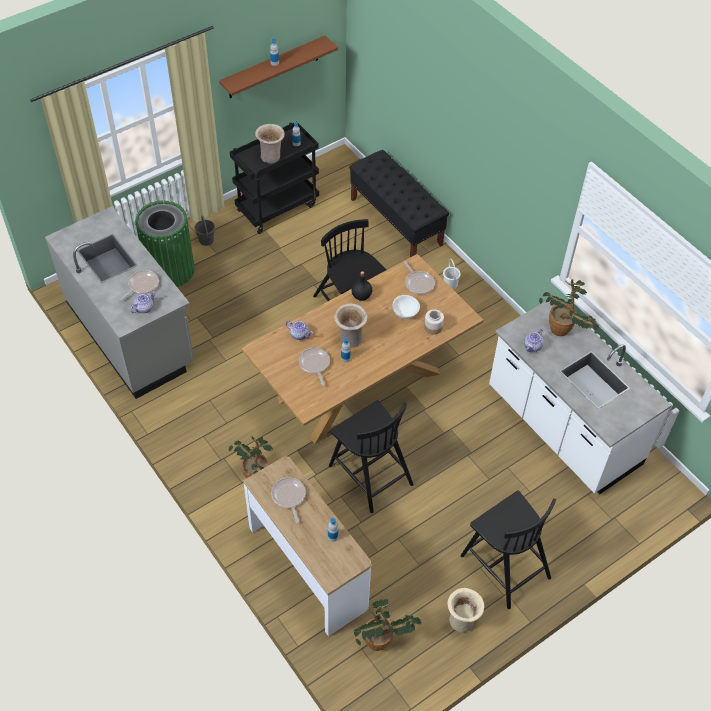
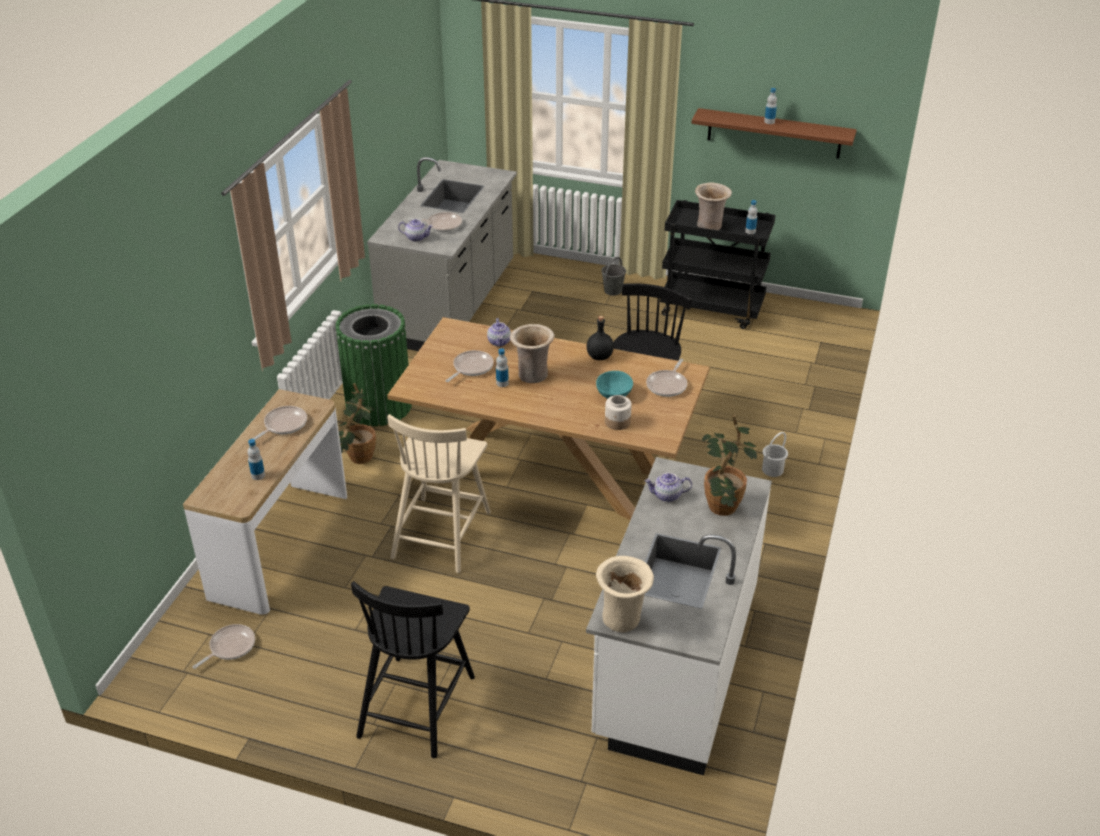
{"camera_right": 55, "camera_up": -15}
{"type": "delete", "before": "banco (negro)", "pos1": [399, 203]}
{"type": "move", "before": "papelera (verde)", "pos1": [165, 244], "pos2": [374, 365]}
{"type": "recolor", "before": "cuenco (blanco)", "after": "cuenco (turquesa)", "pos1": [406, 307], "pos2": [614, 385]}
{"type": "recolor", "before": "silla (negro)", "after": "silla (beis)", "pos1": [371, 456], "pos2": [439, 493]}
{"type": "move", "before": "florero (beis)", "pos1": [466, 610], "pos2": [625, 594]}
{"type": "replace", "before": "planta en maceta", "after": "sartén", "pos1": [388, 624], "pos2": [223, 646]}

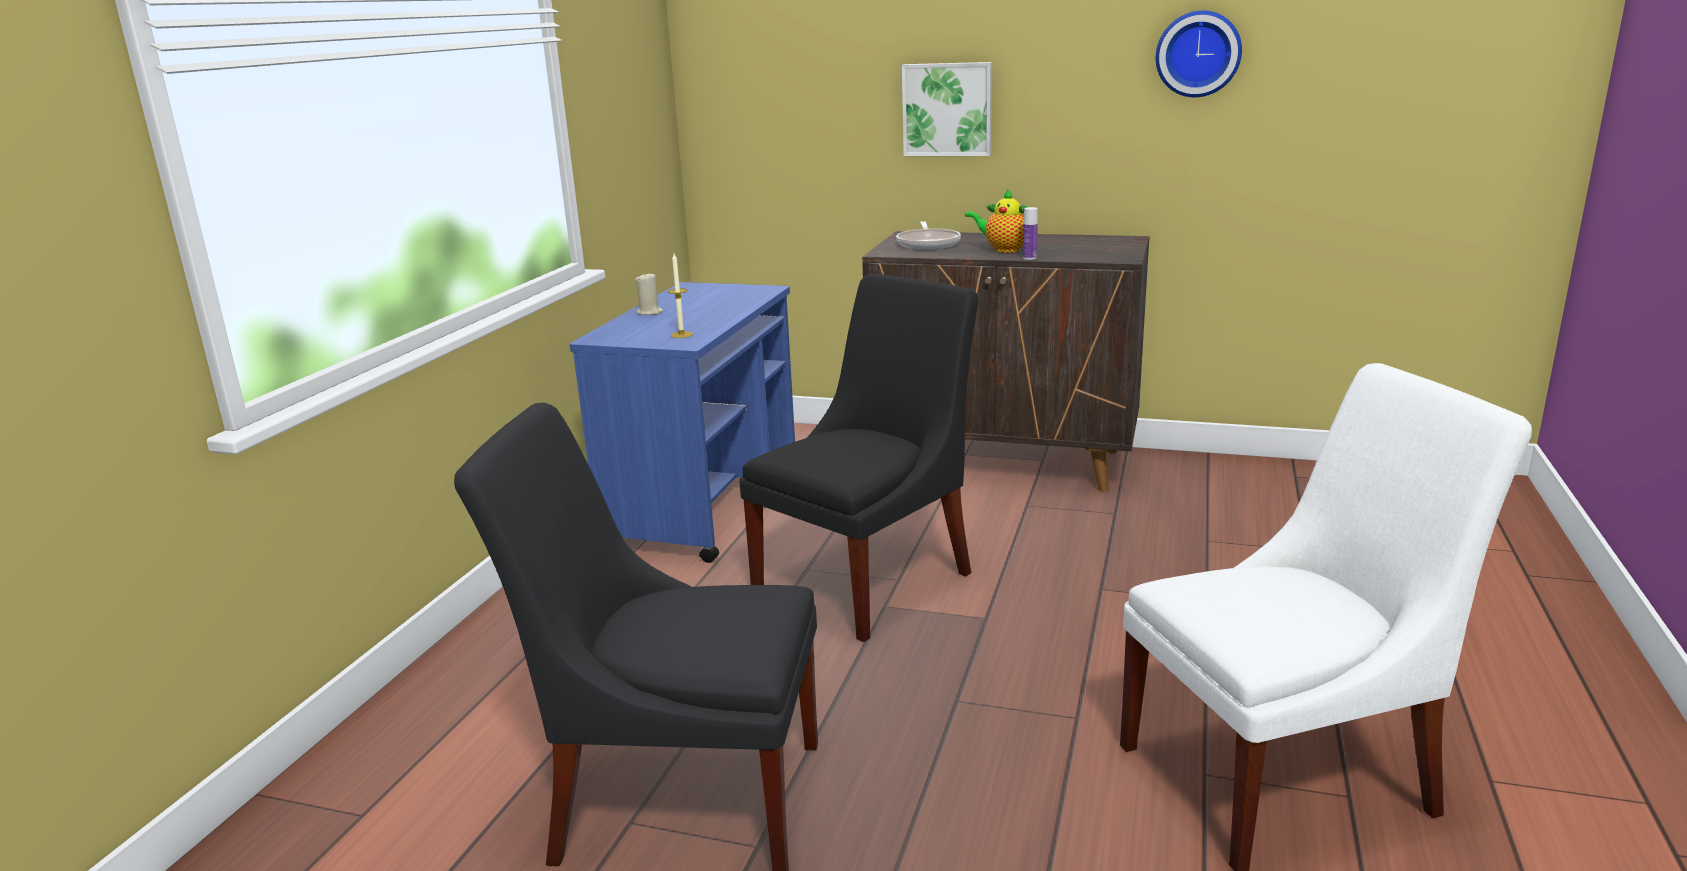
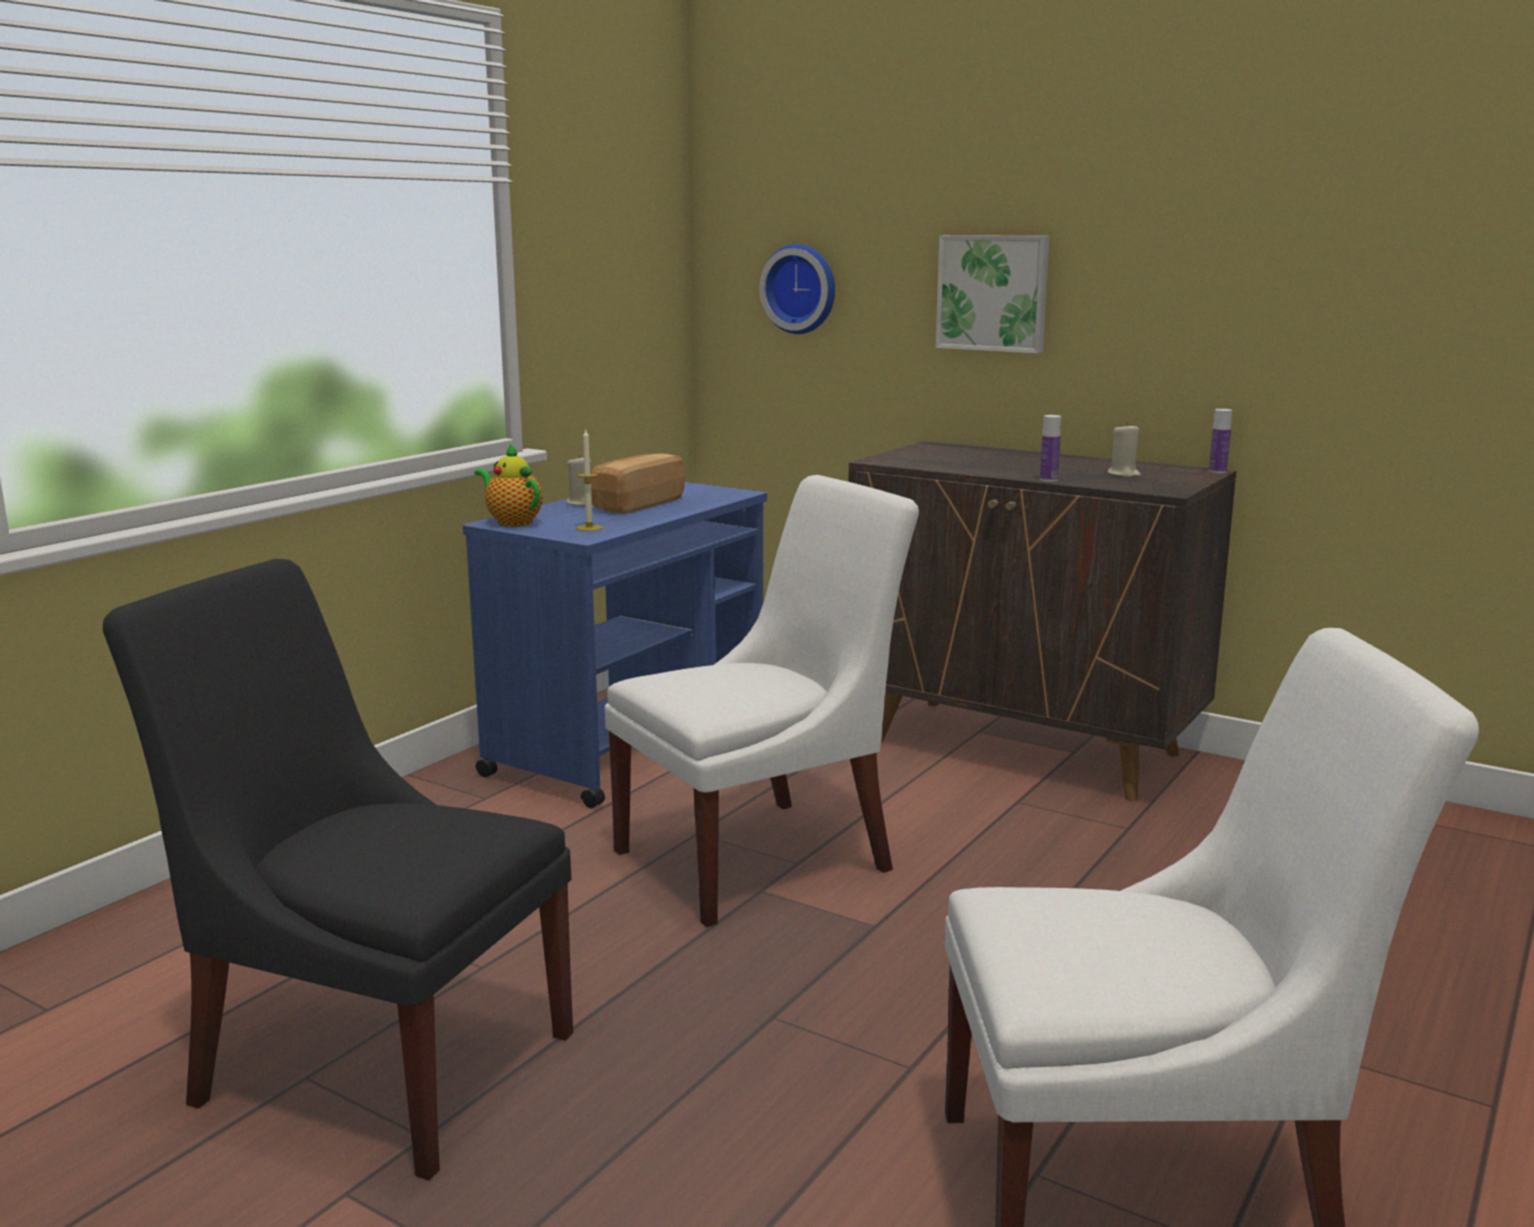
{"camera_right": 15, "camera_up": -5}
{"type": "move", "before": "reloj de pared", "pos1": [1199, 53], "pos2": [797, 289]}
{"type": "move", "before": "tetera", "pos1": [996, 220], "pos2": [508, 485]}
{"type": "delete", "before": "sartén", "pos1": [928, 235]}
{"type": "recolor", "before": "silla (negro)", "after": "silla (blanco)", "pos1": [859, 457], "pos2": [762, 701]}
{"type": "insert", "after": "botella", "pos2": [1220, 441]}
{"type": "insert", "after": "vela (beis)", "pos2": [1124, 449]}
{"type": "insert", "after": "pan", "pos2": [638, 484]}

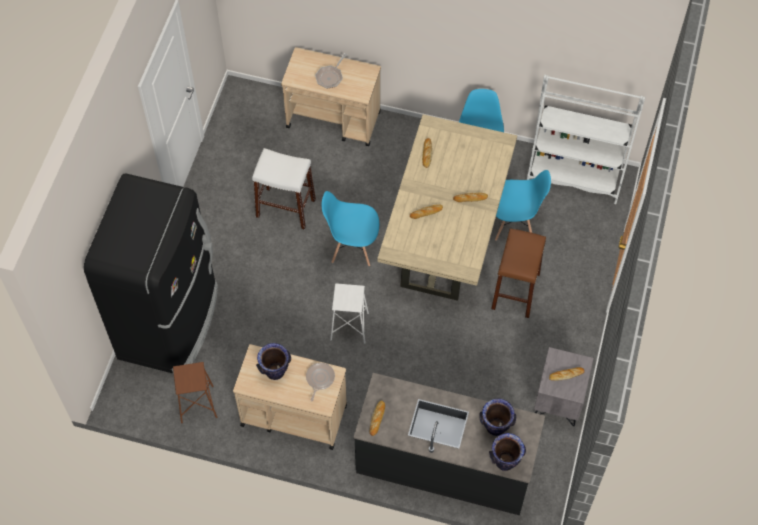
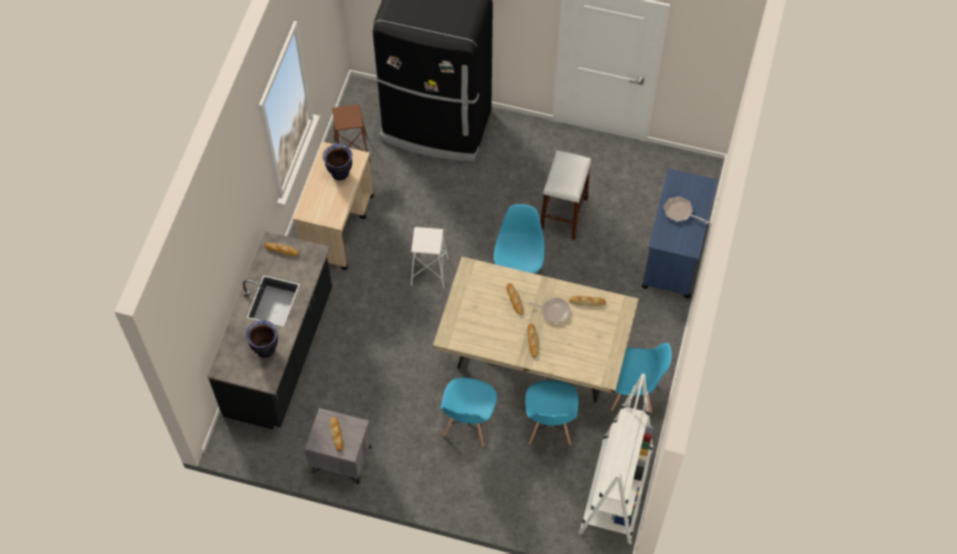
{"camera_right": 90, "camera_up": 0}
{"type": "recolor", "before": "carrito (beis)", "after": "carrito (azul)", "pos1": [331, 96], "pos2": [679, 233]}
{"type": "replace", "before": "taburete (marrón)", "after": "silla (azul)", "pos1": [518, 273], "pos2": [469, 412]}
{"type": "move", "before": "sartén", "pos1": [320, 382], "pos2": [549, 310]}
{"type": "delete", "before": "florero", "pos1": [507, 452]}

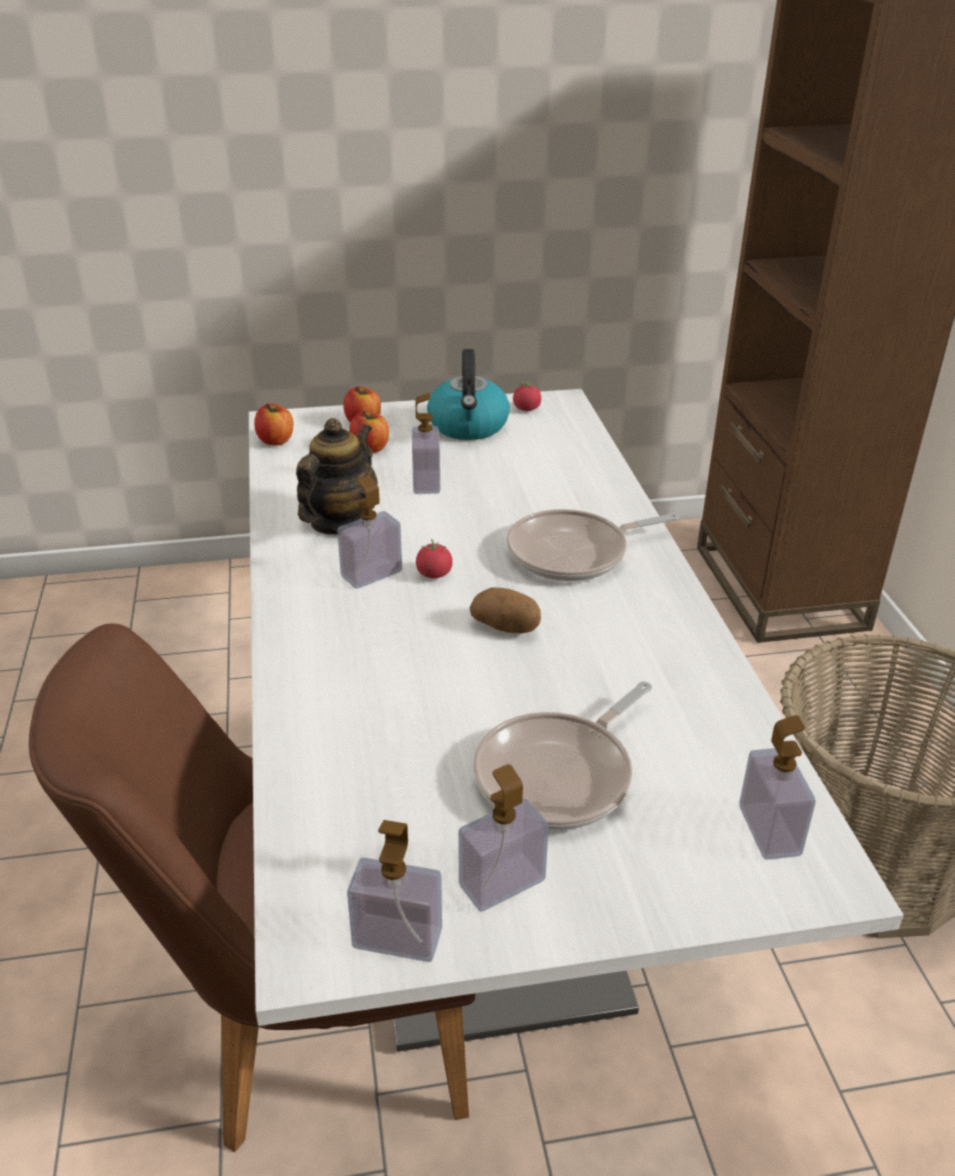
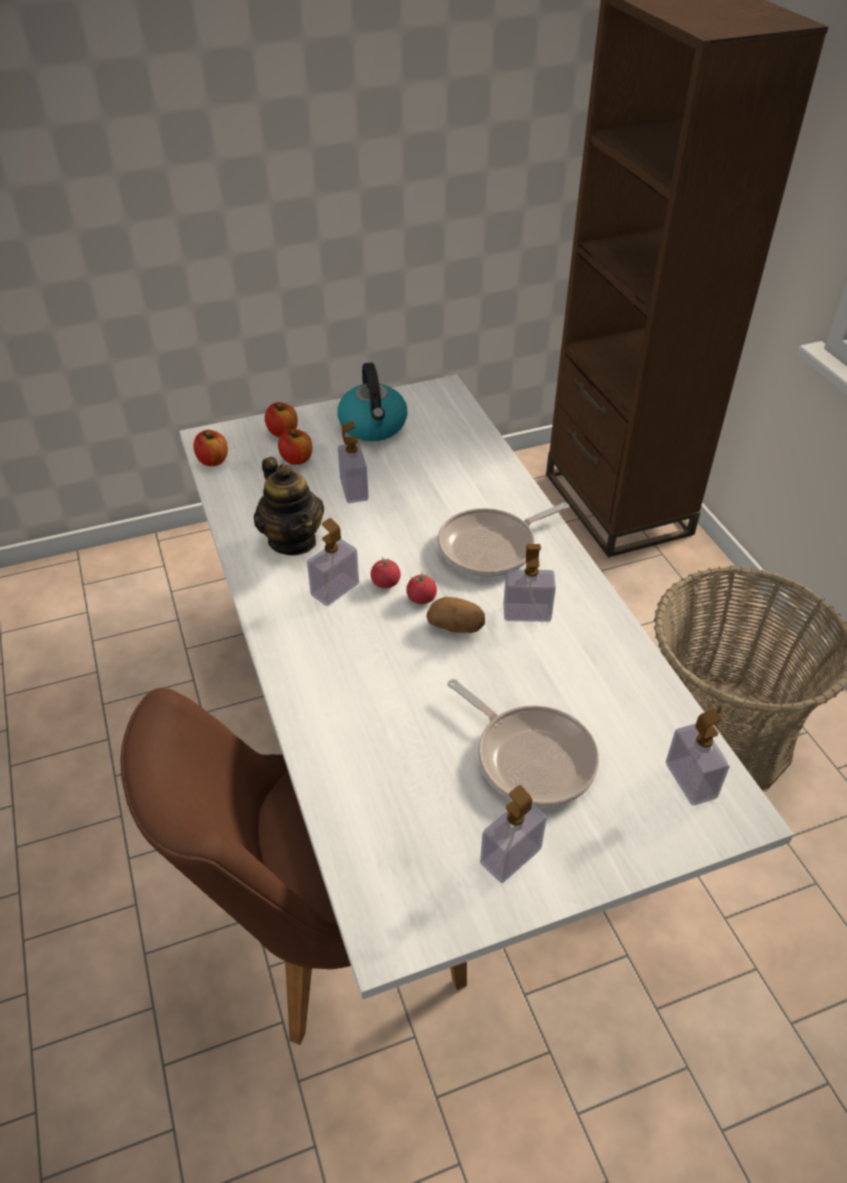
{"camera_right": -10, "camera_up": 10}
{"type": "move", "before": "tomate", "pos1": [527, 395], "pos2": [421, 588]}
{"type": "rotate", "before": "tetera", "pos1": [337, 476], "pos2": [289, 506], "turn": 135}
{"type": "rotate", "before": "sartén", "pos1": [563, 755], "pos2": [523, 743], "turn": -75}
{"type": "move", "before": "dispensador de jabón", "pos1": [394, 891], "pos2": [529, 583]}

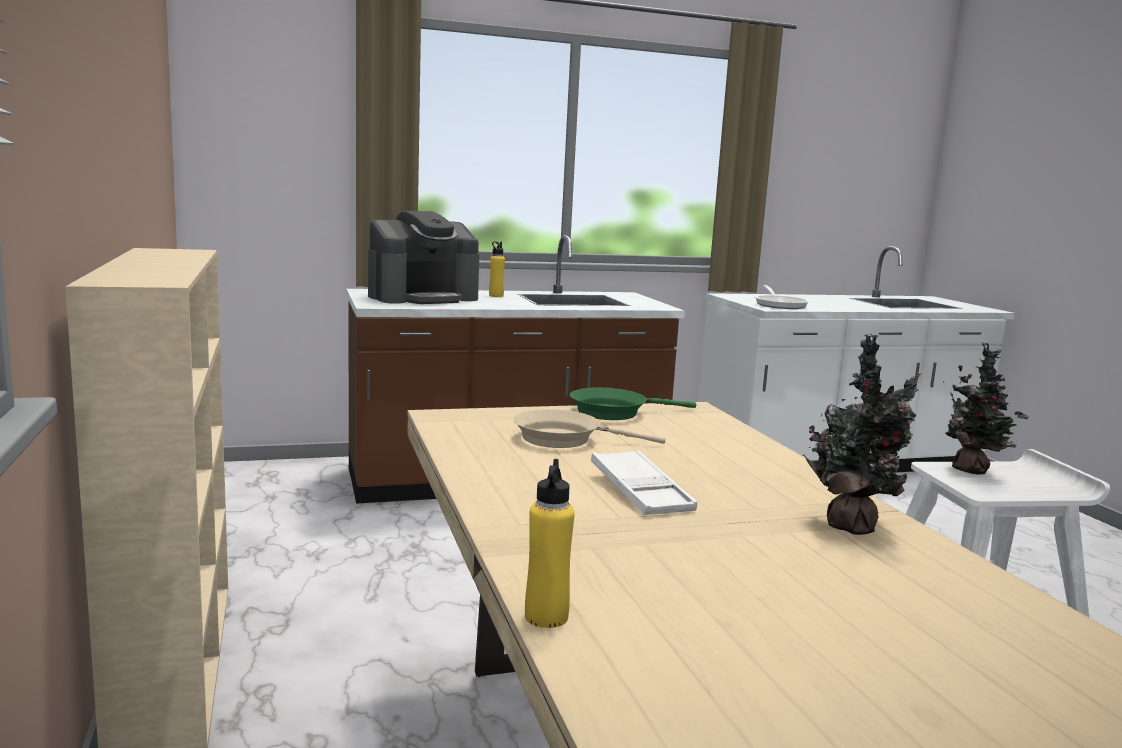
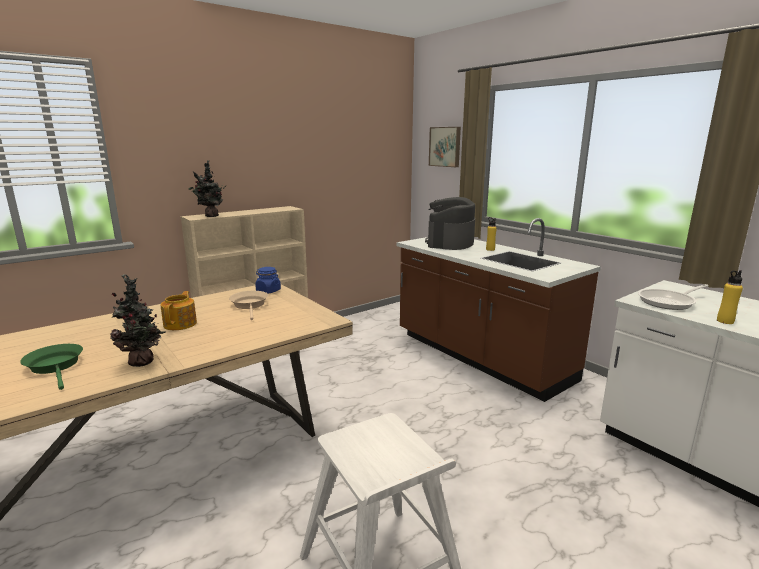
{"camera_right": 70, "camera_up": 5}
{"type": "rotate", "before": "cafetera", "pos1": [424, 257], "pos2": [450, 223], "turn": 75}
{"type": "move", "before": "planta en maceta", "pos1": [986, 408], "pos2": [207, 188]}
{"type": "move", "before": "sartén (verde)", "pos1": [633, 403], "pos2": [51, 367]}
{"type": "replace", "before": "bandeja (blanco)", "after": "tetera", "pos1": [644, 482], "pos2": [178, 310]}
{"type": "move", "before": "botella (amarillo)", "pos1": [549, 543], "pos2": [730, 297]}
{"type": "insert", "after": "cuadro", "pos2": [445, 147]}
{"type": "insert", "after": "tarro (azul)", "pos2": [268, 280]}

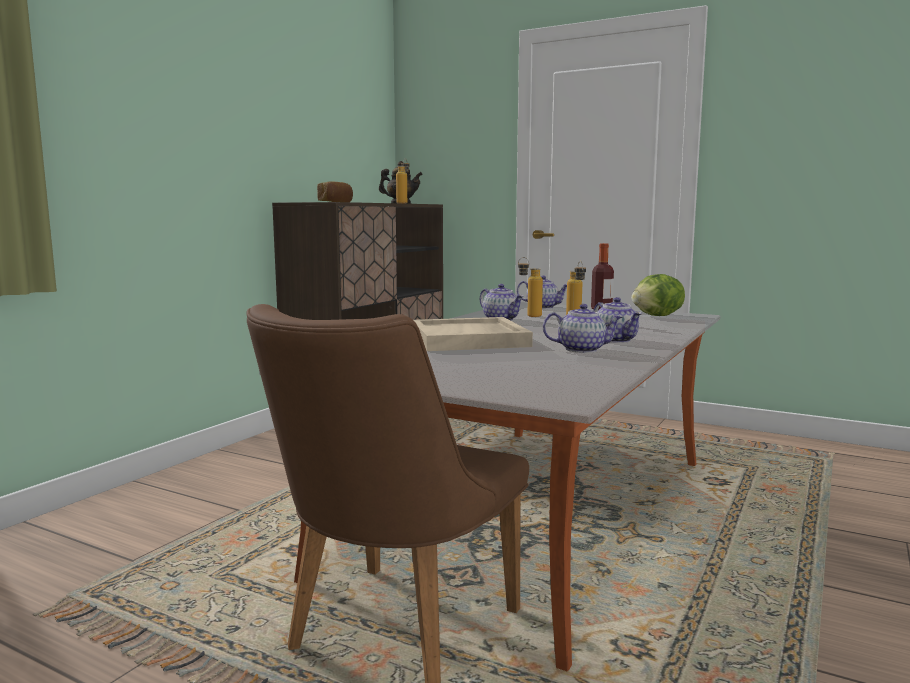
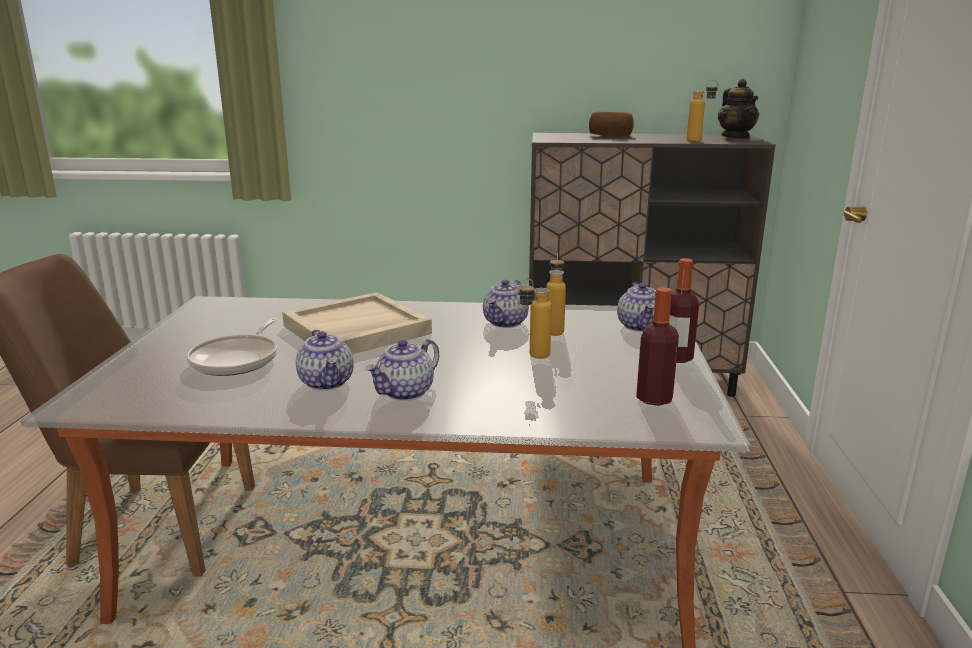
{"camera_right": 65, "camera_up": 10}
{"type": "replace", "before": "lechuga", "after": "botella", "pos1": [658, 295], "pos2": [657, 346]}
{"type": "insert", "after": "sartén", "pos2": [231, 347]}

